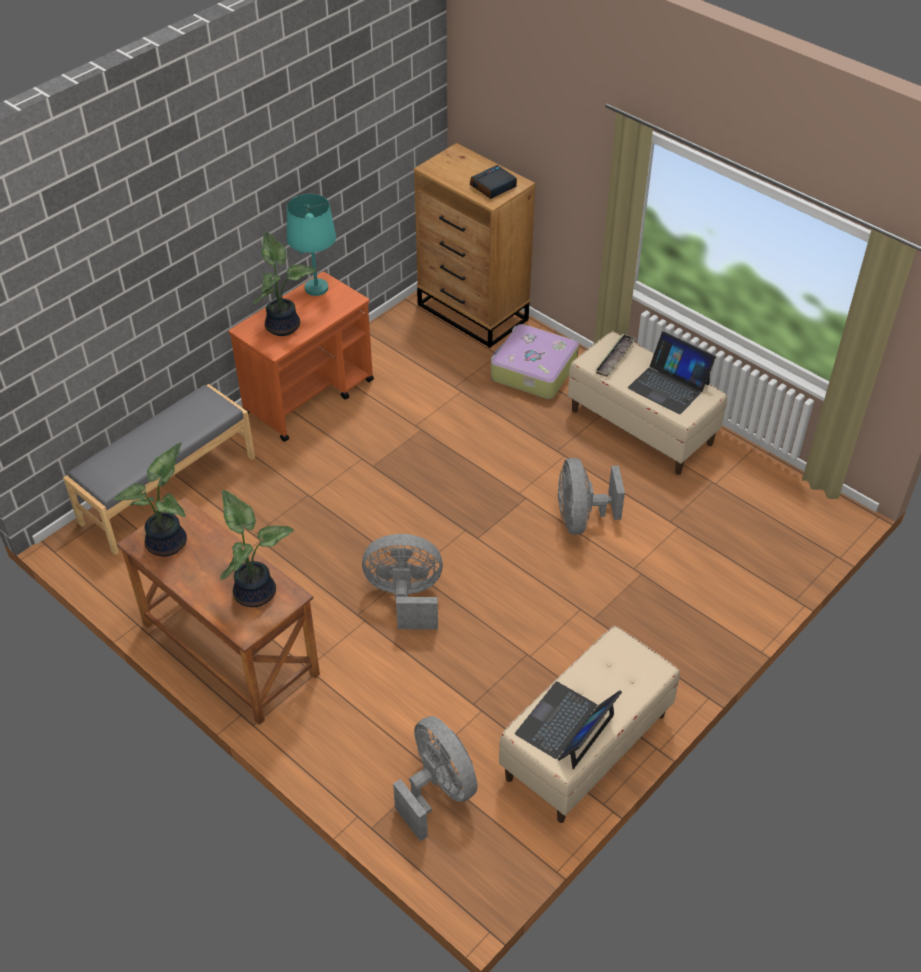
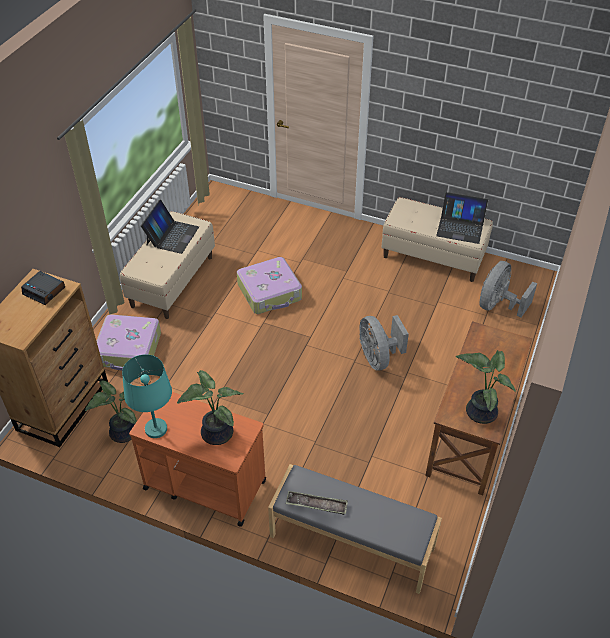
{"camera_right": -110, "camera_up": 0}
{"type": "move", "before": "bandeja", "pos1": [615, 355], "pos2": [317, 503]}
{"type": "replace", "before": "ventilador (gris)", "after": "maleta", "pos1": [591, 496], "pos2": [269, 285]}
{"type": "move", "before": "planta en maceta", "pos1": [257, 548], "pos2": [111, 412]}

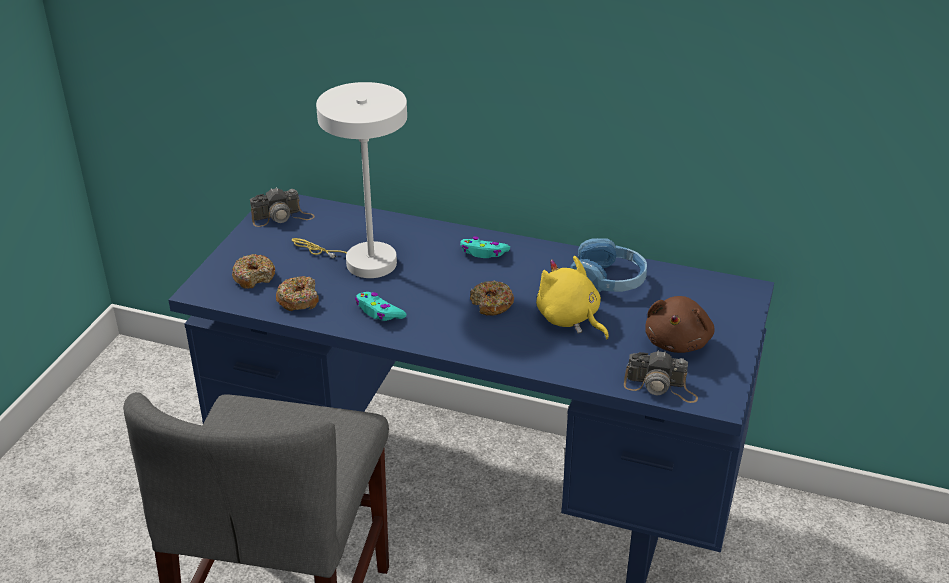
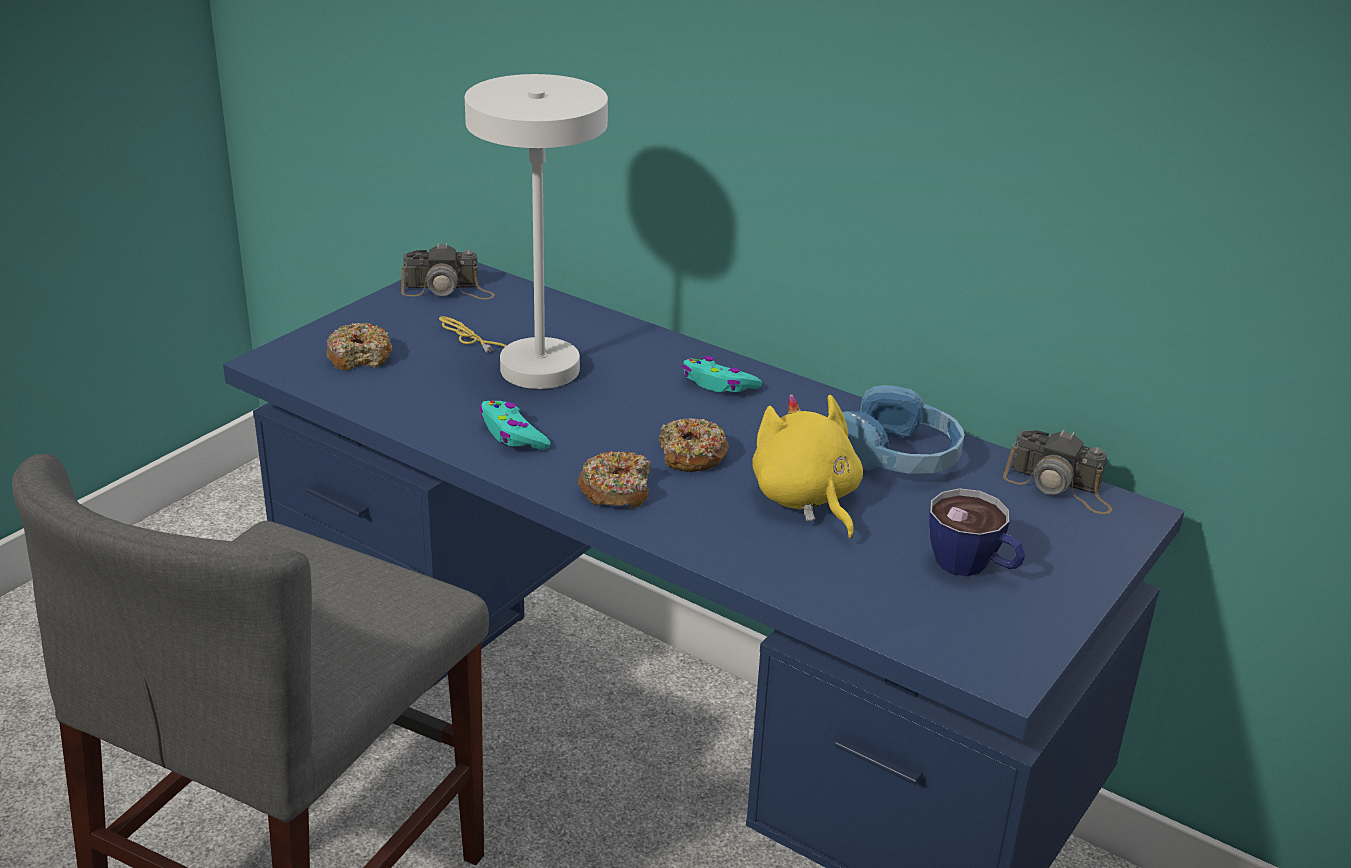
{"camera_right": 15, "camera_up": -5}
{"type": "move", "before": "rosquilla", "pos1": [297, 293], "pos2": [614, 480]}
{"type": "replace", "before": "peluche (marrón)", "after": "taza", "pos1": [680, 324], "pos2": [977, 532]}
{"type": "move", "before": "cámara", "pos1": [661, 376], "pos2": [1057, 471]}

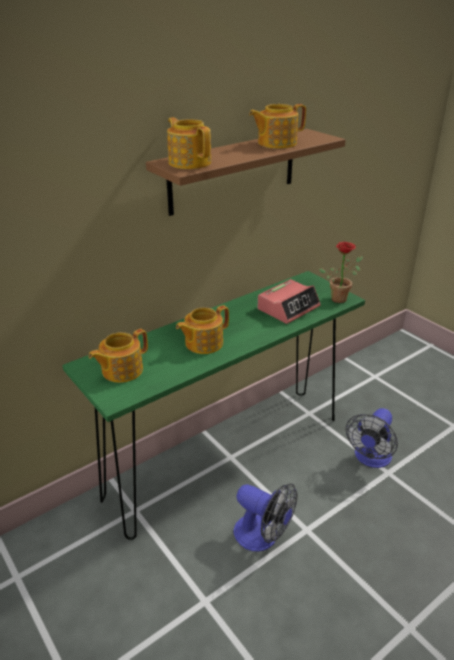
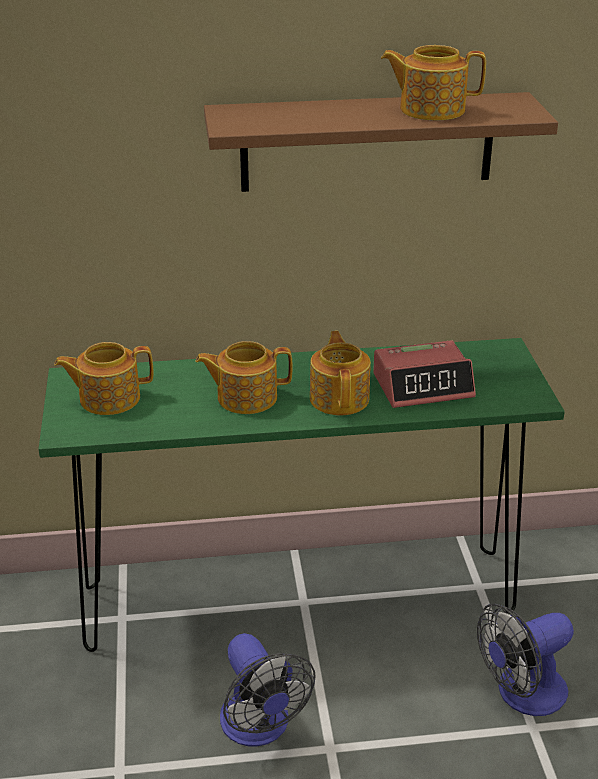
{"camera_right": 30, "camera_up": 0}
{"type": "move", "before": "tetera", "pos1": [189, 143], "pos2": [340, 373]}
{"type": "delete", "before": "planta en maceta", "pos1": [341, 272]}

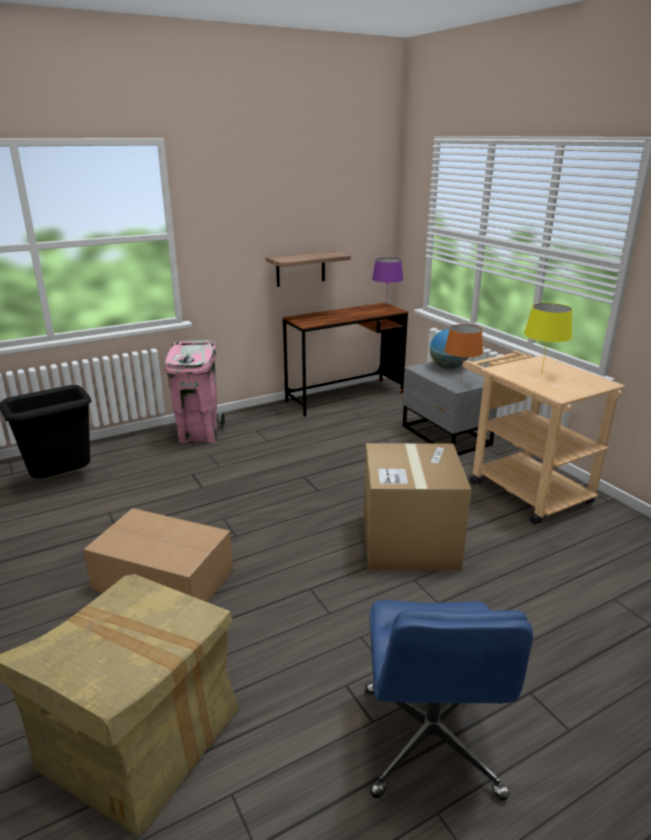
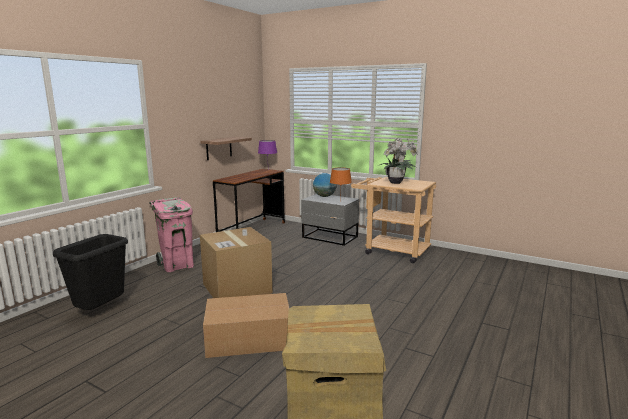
{"camera_right": -30, "camera_up": -10}
{"type": "replace", "before": "lámpara de mesa (amarillo)", "after": "planta en maceta", "pos1": [548, 338], "pos2": [399, 161]}
{"type": "move", "before": "caja de cartón", "pos1": [417, 506], "pos2": [236, 262]}
{"type": "delete", "before": "silla de oficina (azul)", "pos1": [449, 700]}

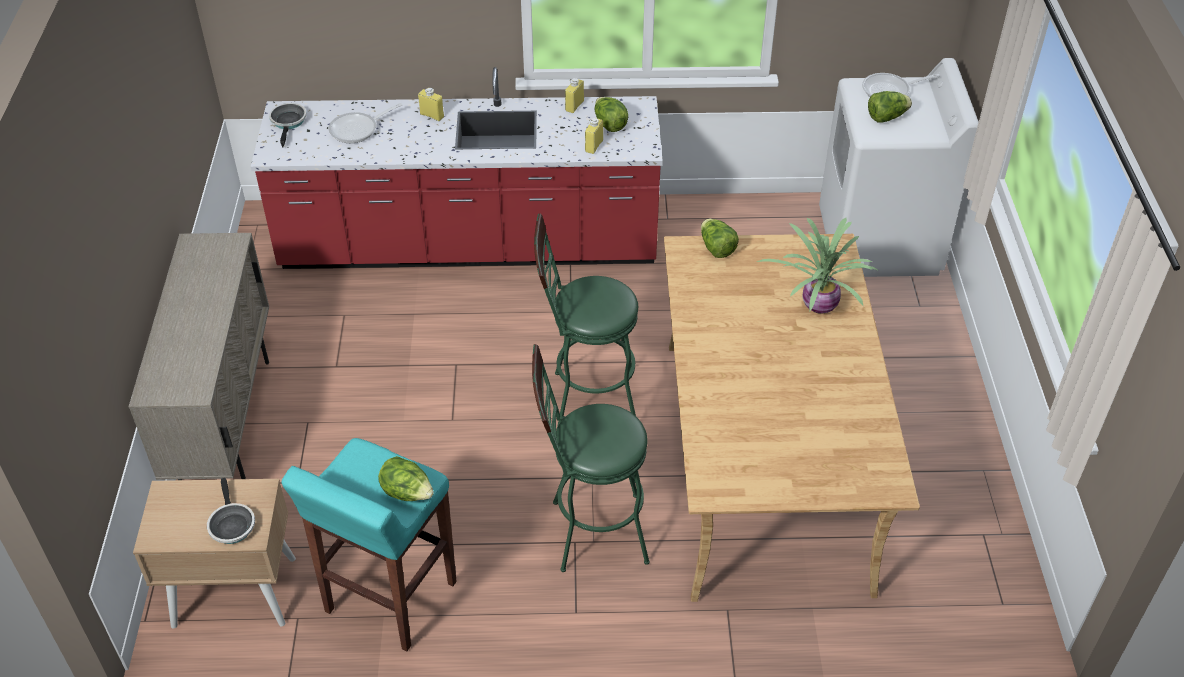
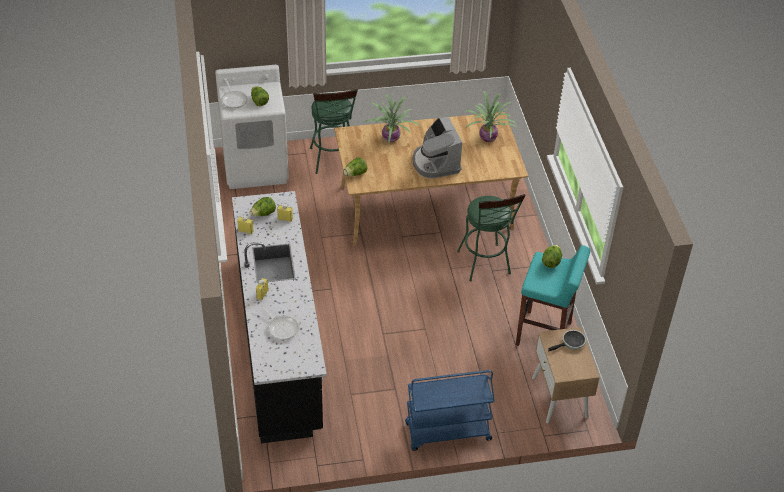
{"camera_right": -100, "camera_up": 0}
{"type": "recolor", "before": "mueble bajo de cocina (rojo)", "after": "mueble bajo de cocina (negro)", "pos1": [457, 168], "pos2": [279, 317]}
{"type": "delete", "before": "sartén", "pos1": [288, 125]}
{"type": "move", "before": "taburete (verde)", "pos1": [586, 321], "pos2": [334, 131]}
{"type": "replace", "before": "armario (beis)", "after": "carrito (azul)", "pos1": [199, 356], "pos2": [450, 410]}
{"type": "insert", "after": "planta en maceta", "pos2": [491, 116]}
{"type": "insert", "after": "cafetera", "pos2": [437, 147]}

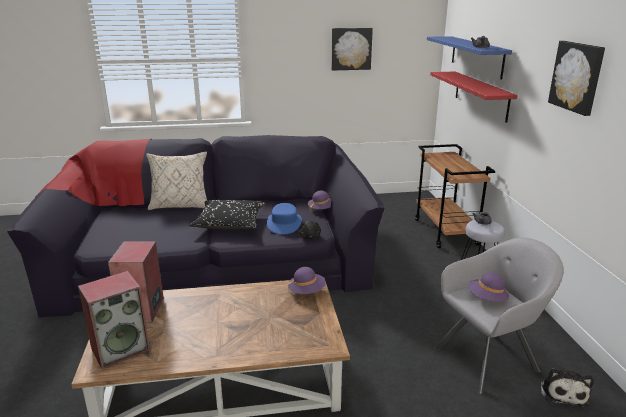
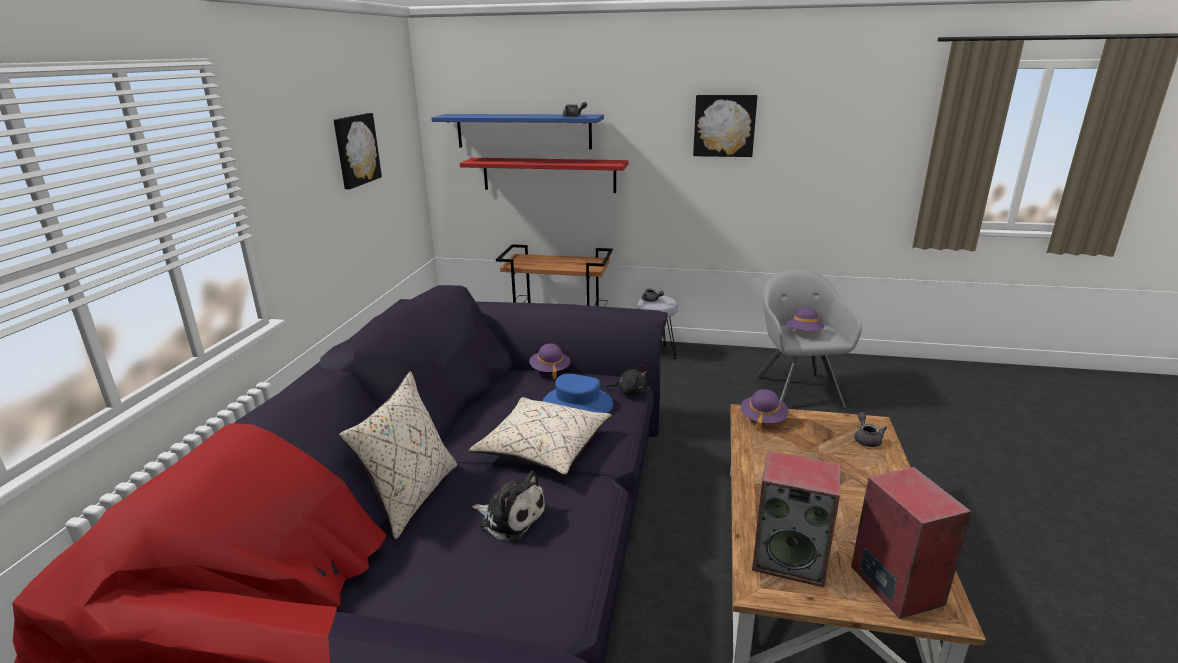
{"camera_right": -70, "camera_up": 0}
{"type": "recolor", "before": "cojín (negro)", "after": "cojín (beis)", "pos1": [226, 215], "pos2": [540, 436]}
{"type": "move", "before": "peluche", "pos1": [567, 388], "pos2": [510, 506]}
{"type": "insert", "after": "tetera (gris)", "pos2": [870, 429]}

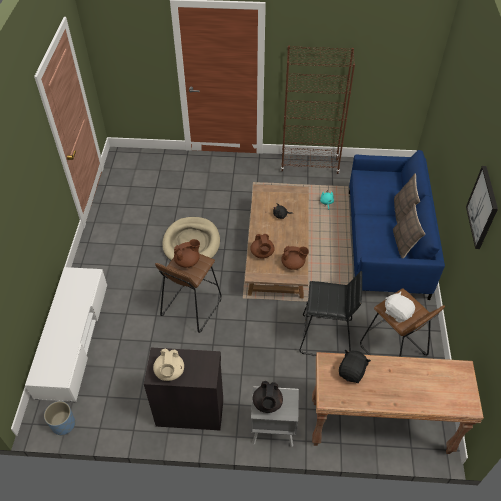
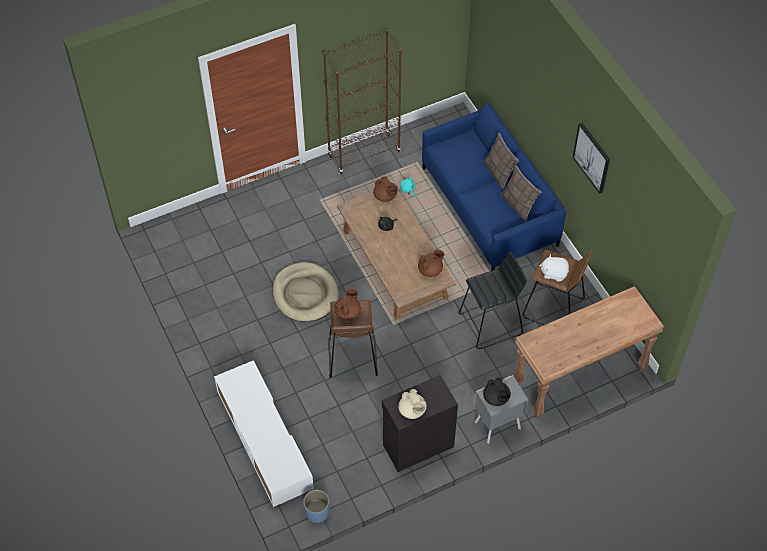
{"camera_right": -30, "camera_up": 5}
{"type": "move", "before": "tetera (marrón)", "pos1": [262, 246], "pos2": [385, 189]}
{"type": "delete", "before": "peluche (negro)", "pos1": [355, 366]}

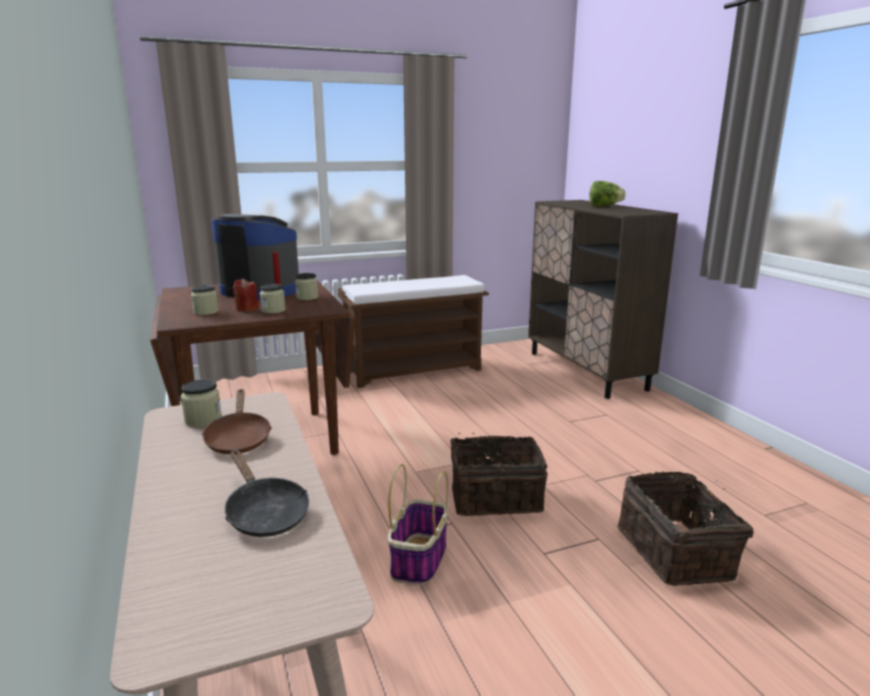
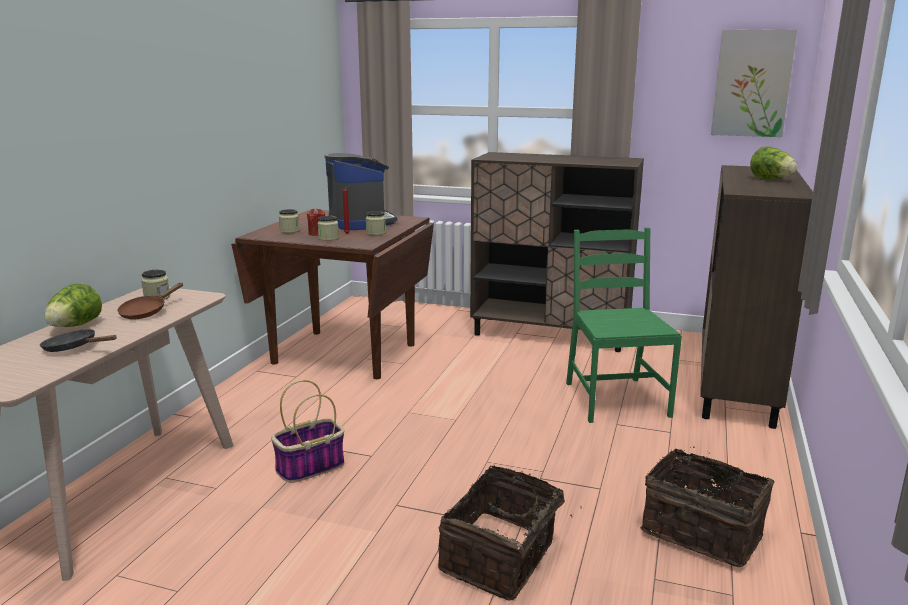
{"camera_right": 40, "camera_up": 0}
{"type": "replace", "before": "banco (marrón)", "after": "armario (marrón)", "pos1": [413, 331], "pos2": [557, 252]}
{"type": "move", "before": "cesta", "pos1": [499, 474], "pos2": [707, 506]}
{"type": "rotate", "before": "sartén (negro)", "pos1": [267, 493], "pos2": [78, 340], "turn": 105}
{"type": "insert", "after": "cuadro", "pos2": [754, 83]}
{"type": "insert", "after": "silla (verde)", "pos2": [624, 325]}
{"type": "insert", "after": "lechuga", "pos2": [73, 305]}

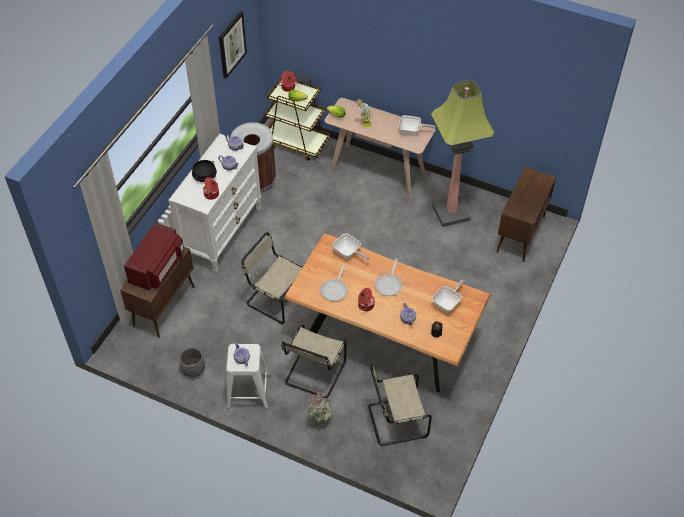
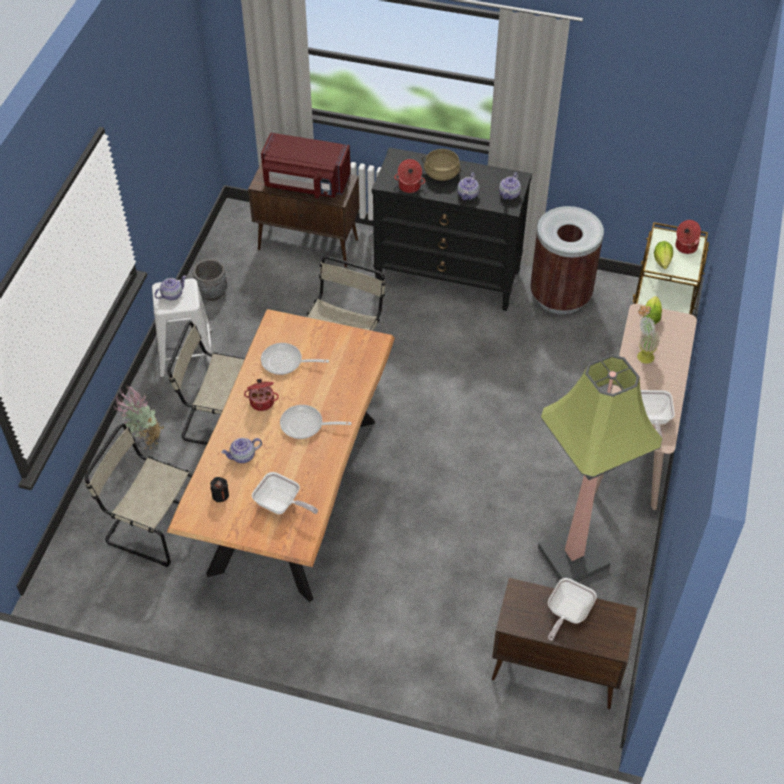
{"camera_right": 80, "camera_up": 0}
{"type": "delete", "before": "cuadro", "pos1": [233, 44]}
{"type": "recolor", "before": "cómoda (blanco)", "after": "cómoda (negro)", "pos1": [214, 203], "pos2": [452, 229]}
{"type": "recolor", "before": "olla (negro)", "after": "olla (beis)", "pos1": [204, 171], "pos2": [441, 165]}
{"type": "move", "before": "sartén", "pos1": [350, 247], "pos2": [572, 609]}
{"type": "rotate", "before": "silla (beis)", "pos1": [400, 405], "pos2": [139, 495], "turn": -45}

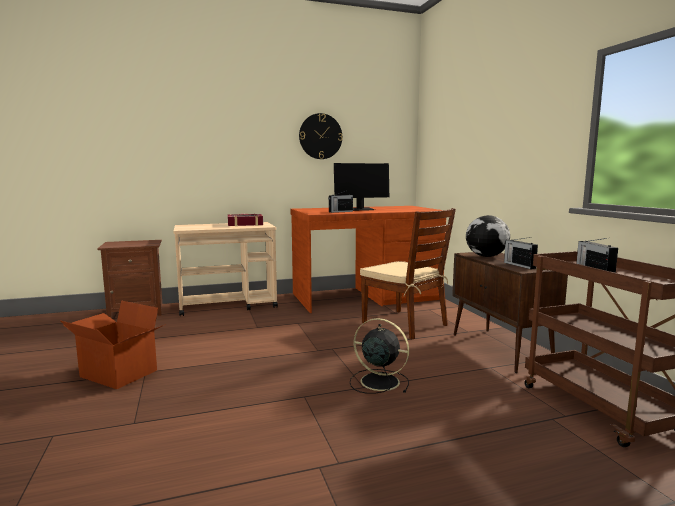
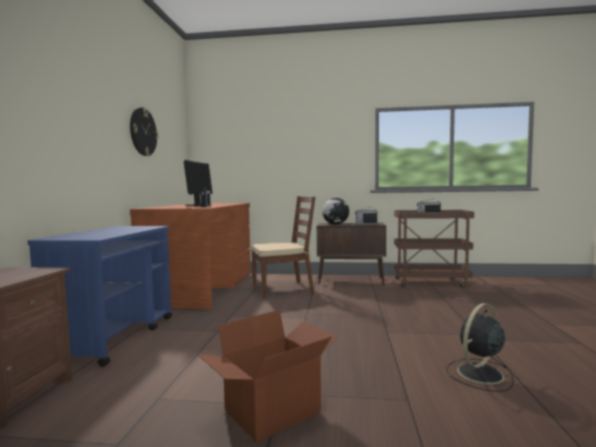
{"camera_right": -65, "camera_up": -5}
{"type": "delete", "before": "libro", "pos1": [245, 219]}
{"type": "recolor", "before": "carrito (beis)", "after": "carrito (azul)", "pos1": [225, 269], "pos2": [99, 296]}
{"type": "move", "before": "ventilador (negro)", "pos1": [379, 356], "pos2": [480, 347]}

